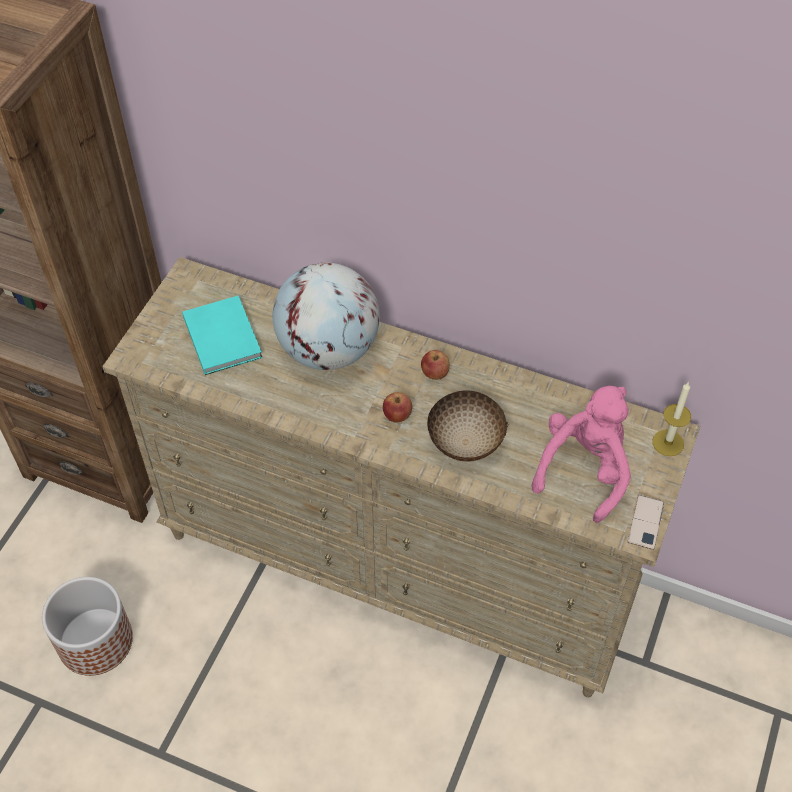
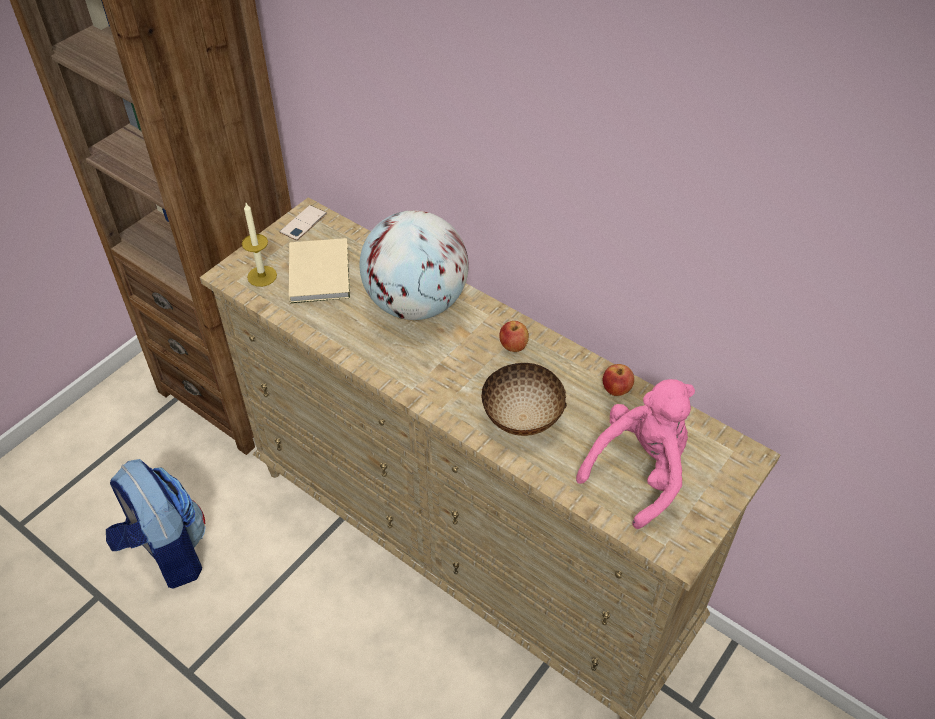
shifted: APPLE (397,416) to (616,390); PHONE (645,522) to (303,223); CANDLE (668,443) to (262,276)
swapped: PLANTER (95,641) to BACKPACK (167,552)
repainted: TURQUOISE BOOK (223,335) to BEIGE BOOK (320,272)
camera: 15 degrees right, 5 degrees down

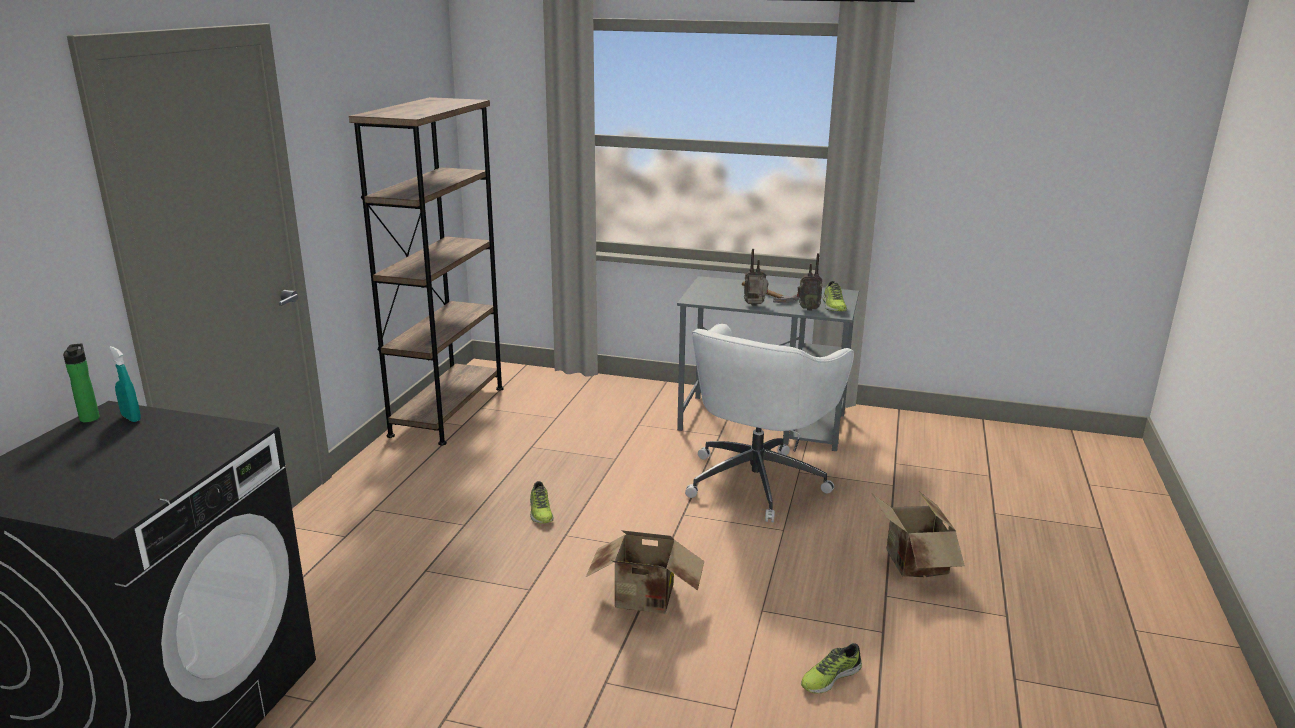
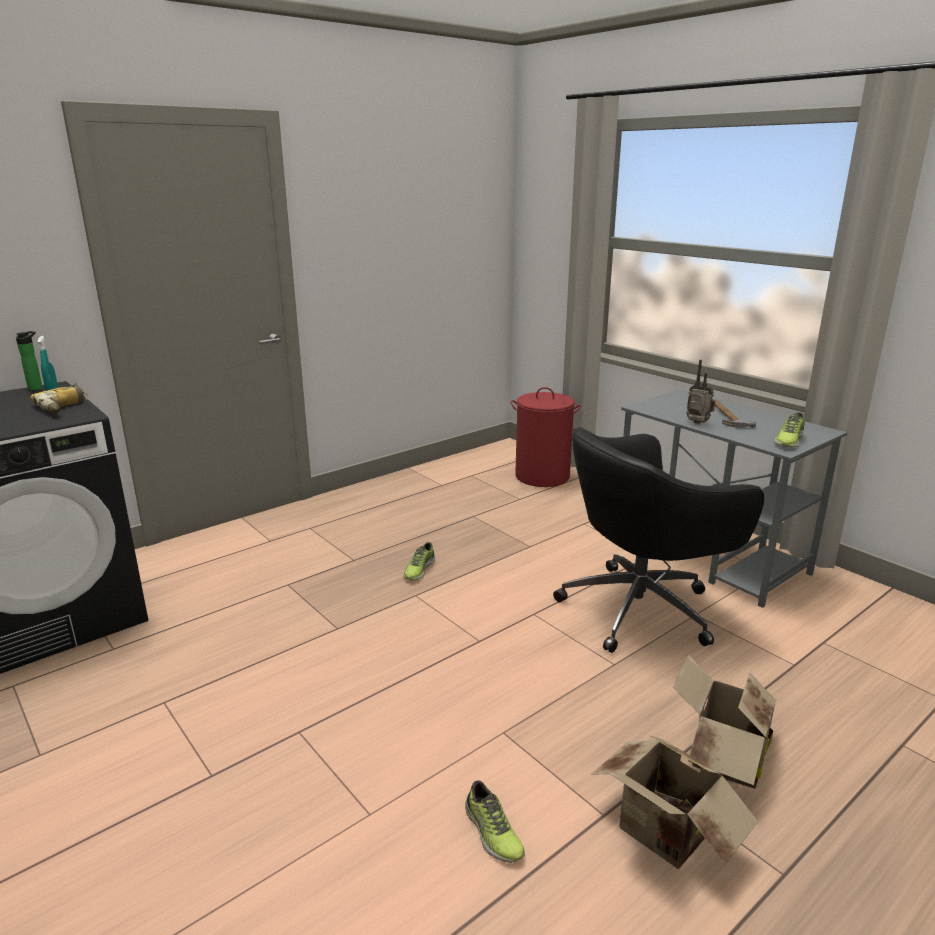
gone: BROWN BOOKCASE (448,411); RADIO (808,309)
new: POWER DRILL (64,406); RED LAUNDRY BASKET (542,476)
shifted: CARDBOARD BOX (645,601) to (664,836)
repainted: WHITE OFFICE CHAIR (757,480) to BLACK OFFICE CHAIR (641,608)
rotated: SHOE (829,677) = (492,832) 120 degrees counterclockwise
camera: 35 degrees right, 0 degrees up

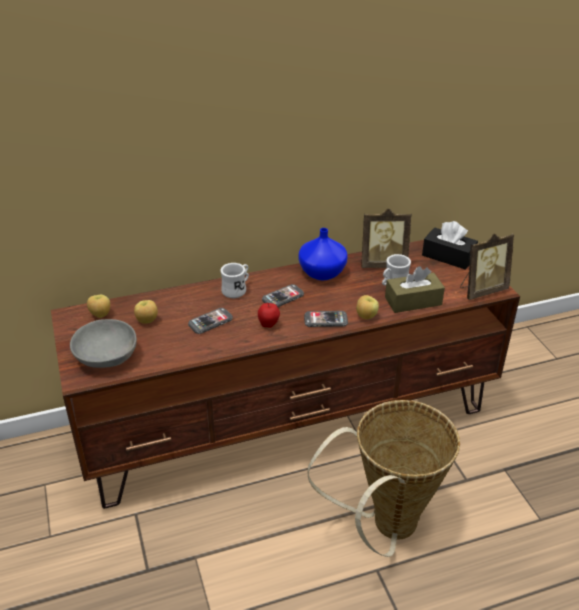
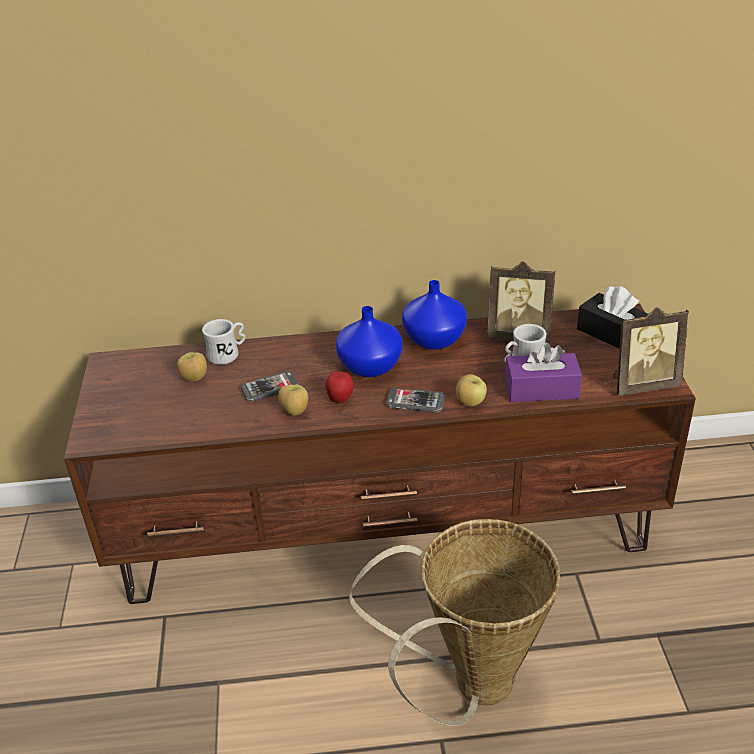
gone: GREY BOWL (106,358)
shifted: APPLE (100,315) to (294,412); WHITE MUG (237,289) to (228,354)
swapped: PHONE (283,297) to BLUE VASE (371,366)
repainted: BROWN TISSUE BOX (413,301) to PURPLE TISSUE BOX (541,389)
camera: 15 degrees right, 0 degrees up

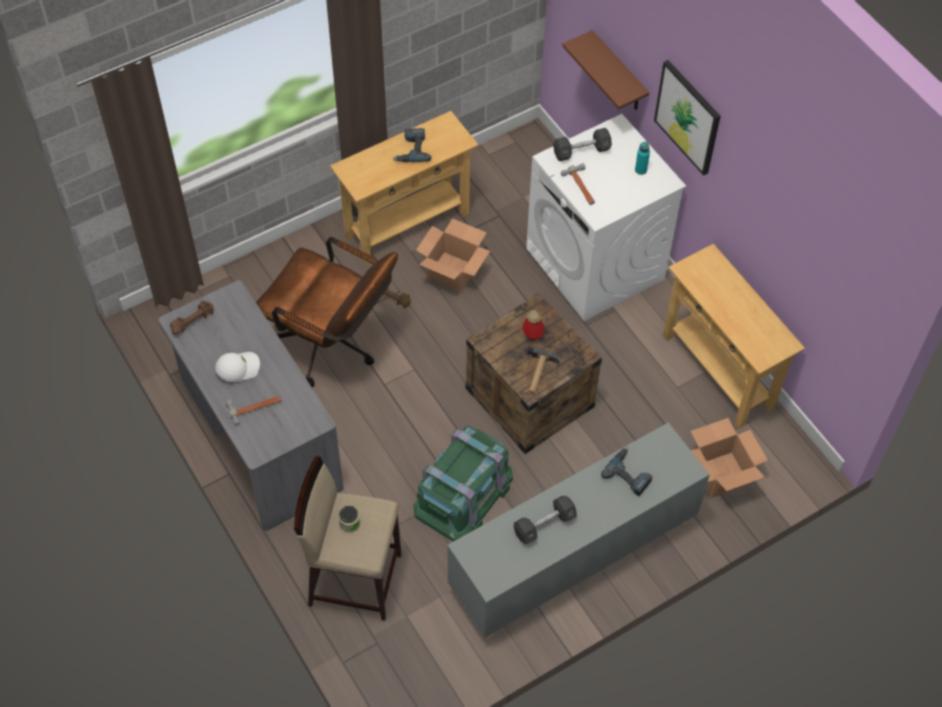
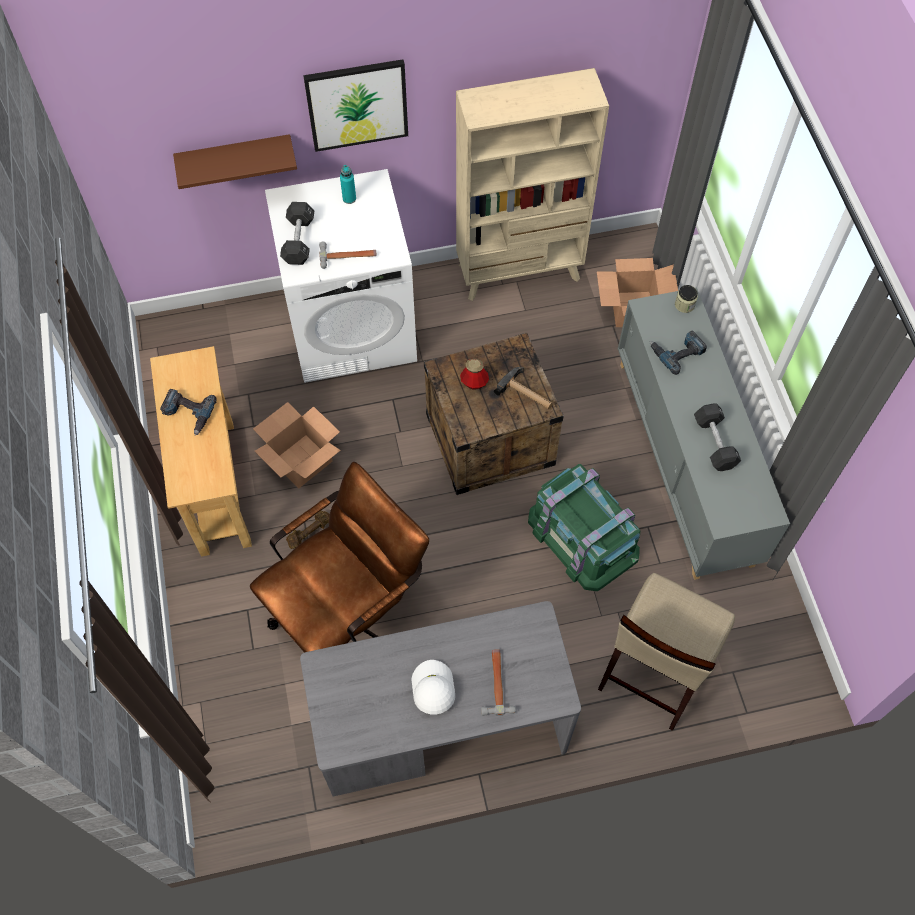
gone: BROWN DUMBBELL (192,321)
shifted: JAR (349,523) to (684,305)
swapped: BEIGE CONSOLE TABLE (717,371) to BEIGE BOOKCASE (520,272)
camera: 70 degrees left, 5 degrees up

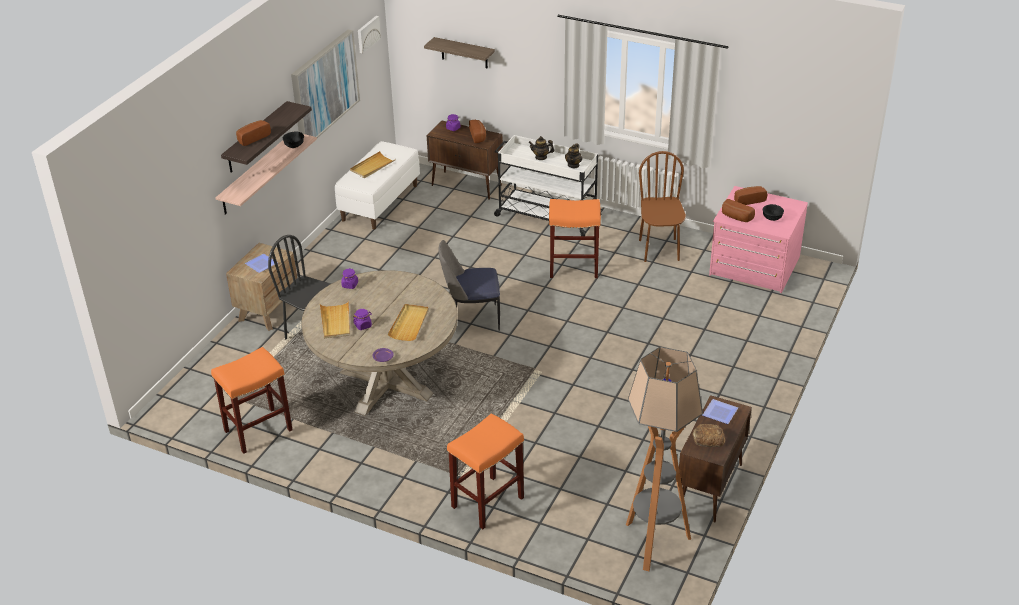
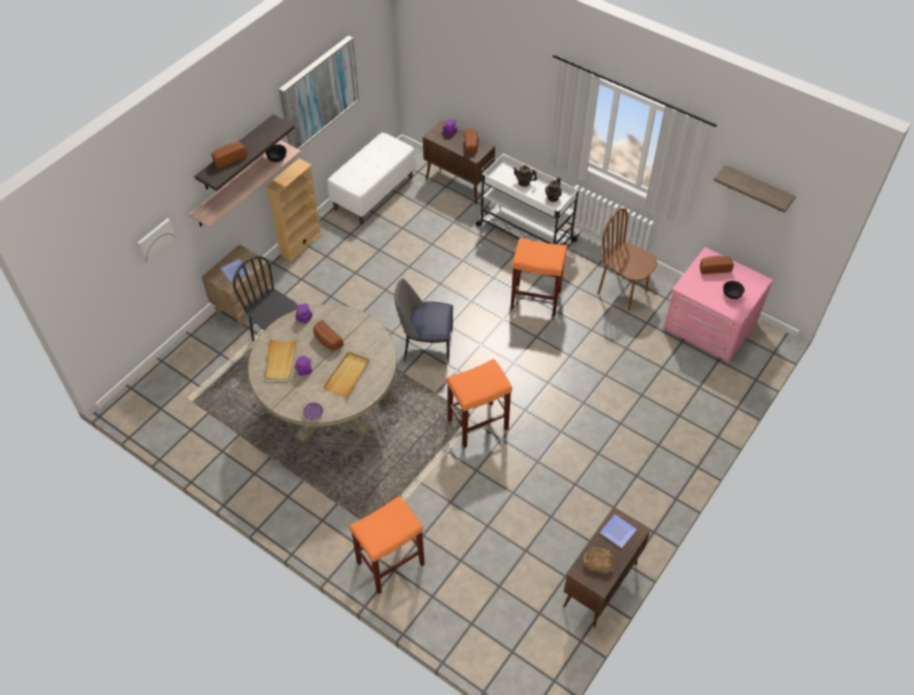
gone: BEIGE TRAY (372,166); FLOOR LAMP (654,543)
new: BEIGE BOOKCASE (300,244)
shifted: ORANGE STOOL (257,431) to (477,425); PICTURE (367,34) to (155,239); SHELF (464,53) to (756,189); BREAD (736,217) to (327,341)
rotated: BROWN CHAIR (659,250) = (622,291) 60 degrees counterclockwise
camera: 10 degrees right, 15 degrees up

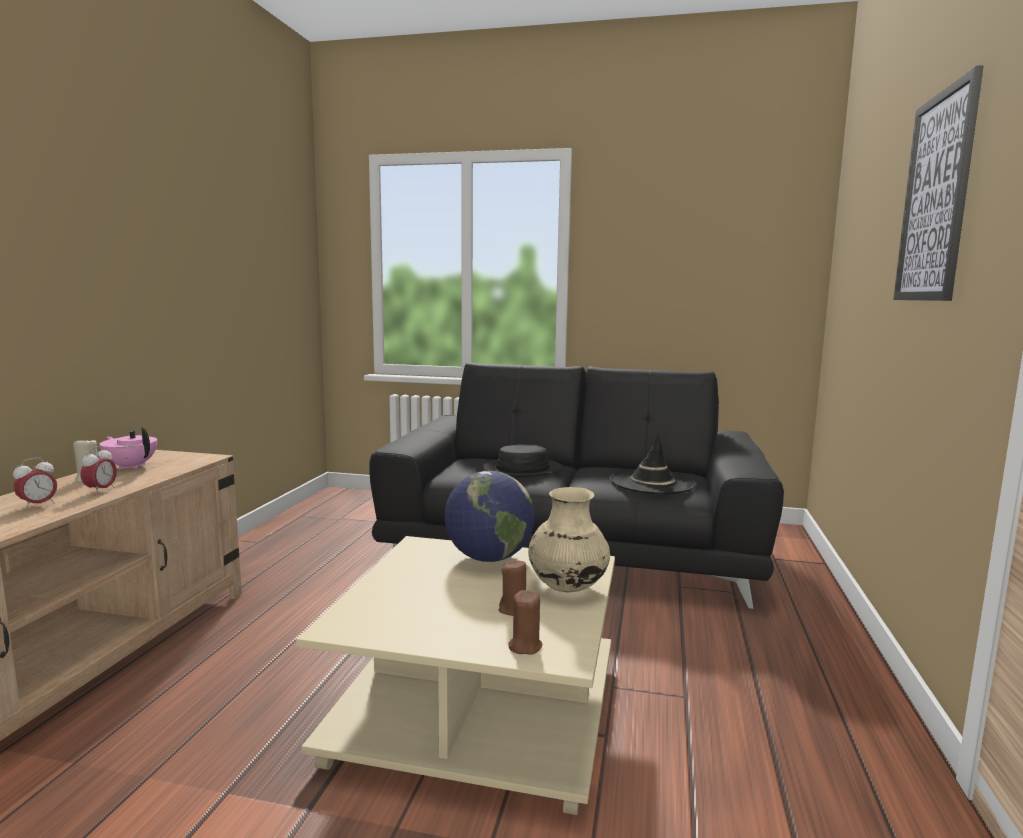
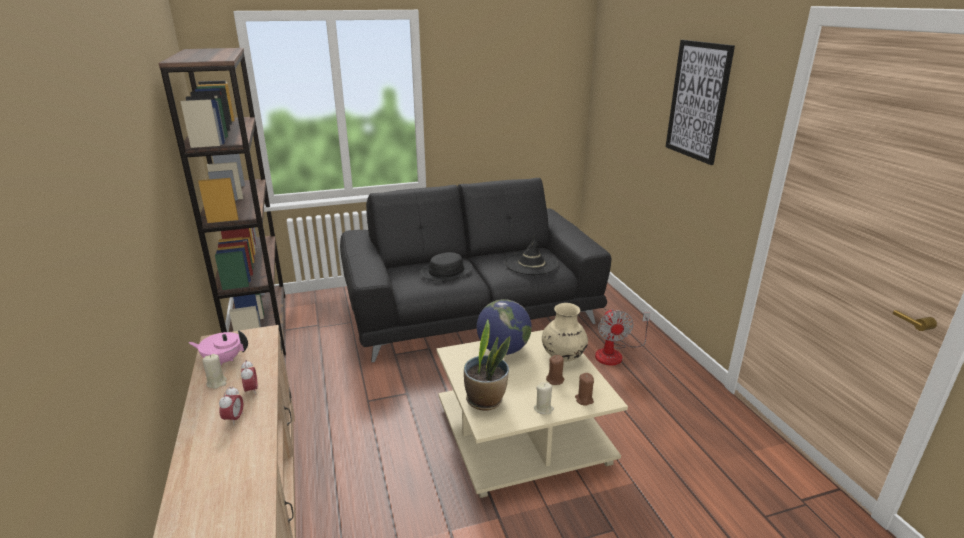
new: BROWN BOOKCASE (259,326); POTTED PLANT (485,400); BEIGE CANDLE (543,409); FAN (615,353)
camera: 30 degrees left, 15 degrees up

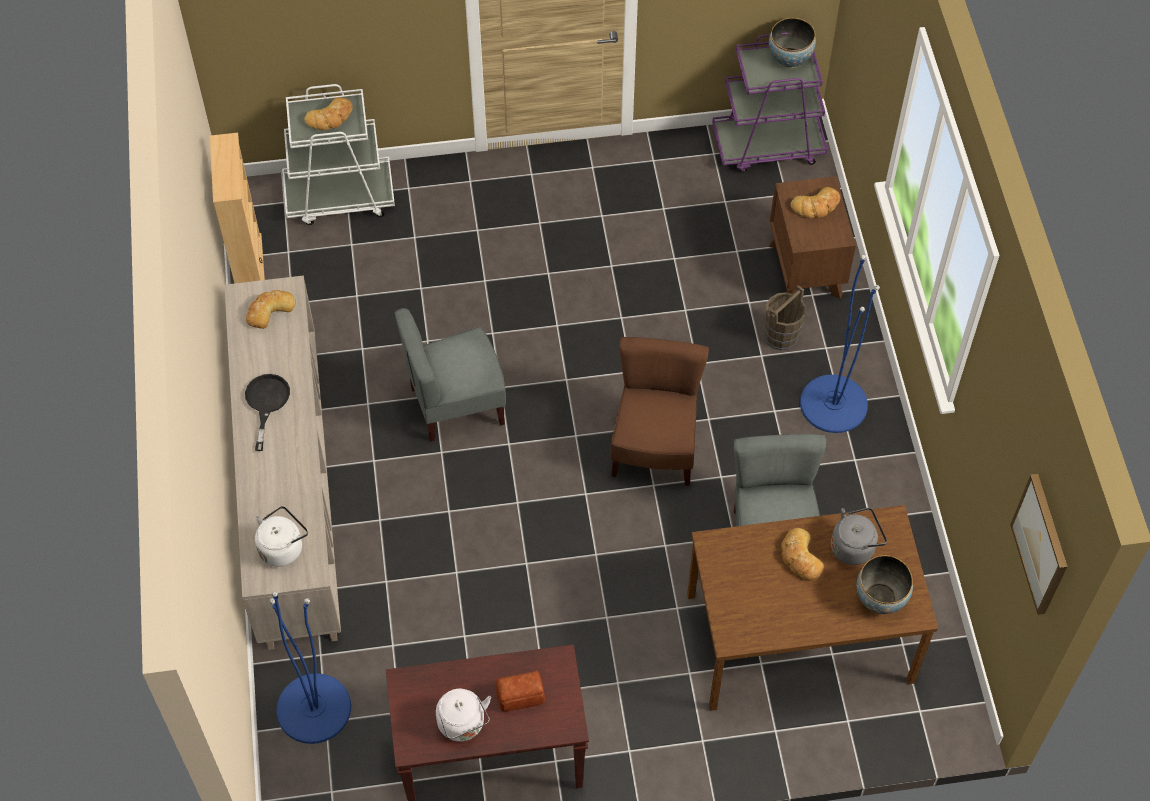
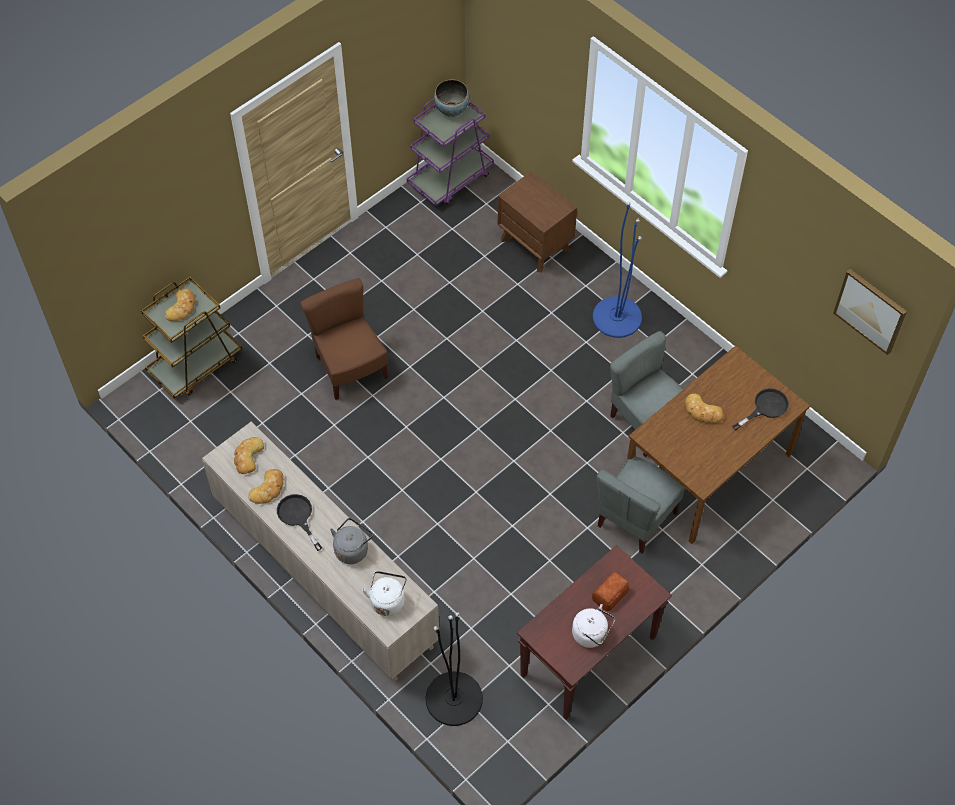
gone: BEIGE BOOKCASE (249,267); BROWN BUCKET (781,336)
shifted: GREY CHAIR (456,405) to (635,519); BROWN CHAIR (654,448) to (350,368); BREAD (816,206) to (268,489); GREY KETTLE (855,547) to (352,549)
swapped: BOWL (880,598) to BLACK FRYING PAN (765,408)
repainted: BLUE FLOOR LAMP (313,708) to BLACK FLOOR LAMP (454,698); WHITE CART (340,197) to BROWN CART (196,364)
camera: 35 degrees left, 0 degrees up

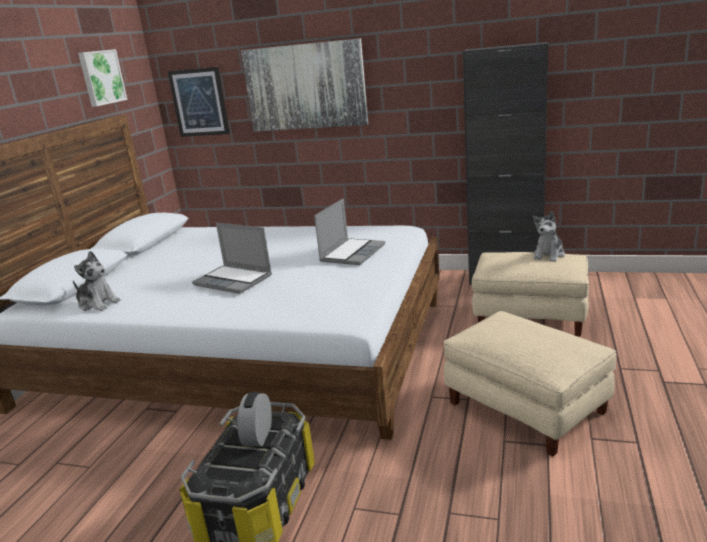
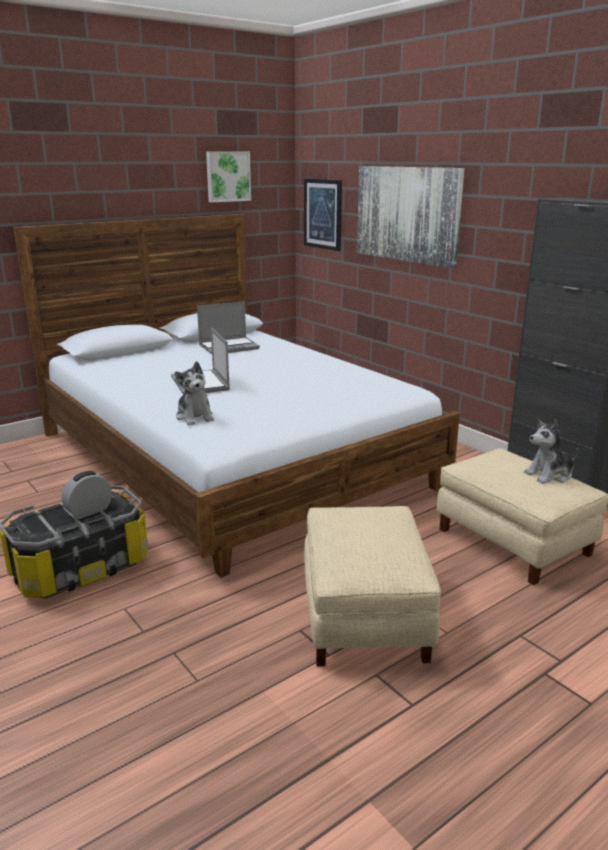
shifted: PLUSH TOY (98,303) to (195,417); LAPTOP (352,253) to (229,347)
camera: 35 degrees right, 0 degrees up

